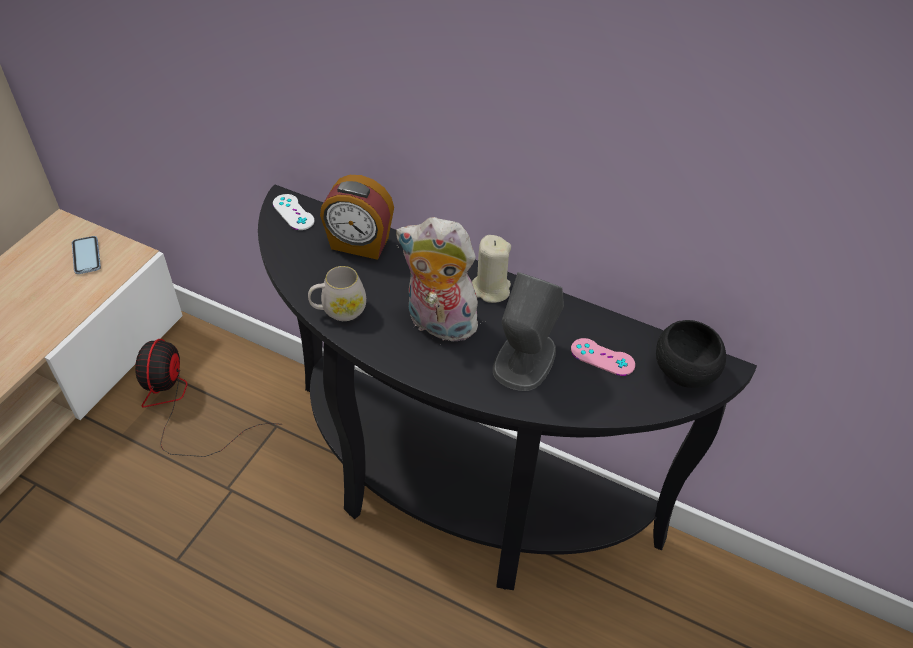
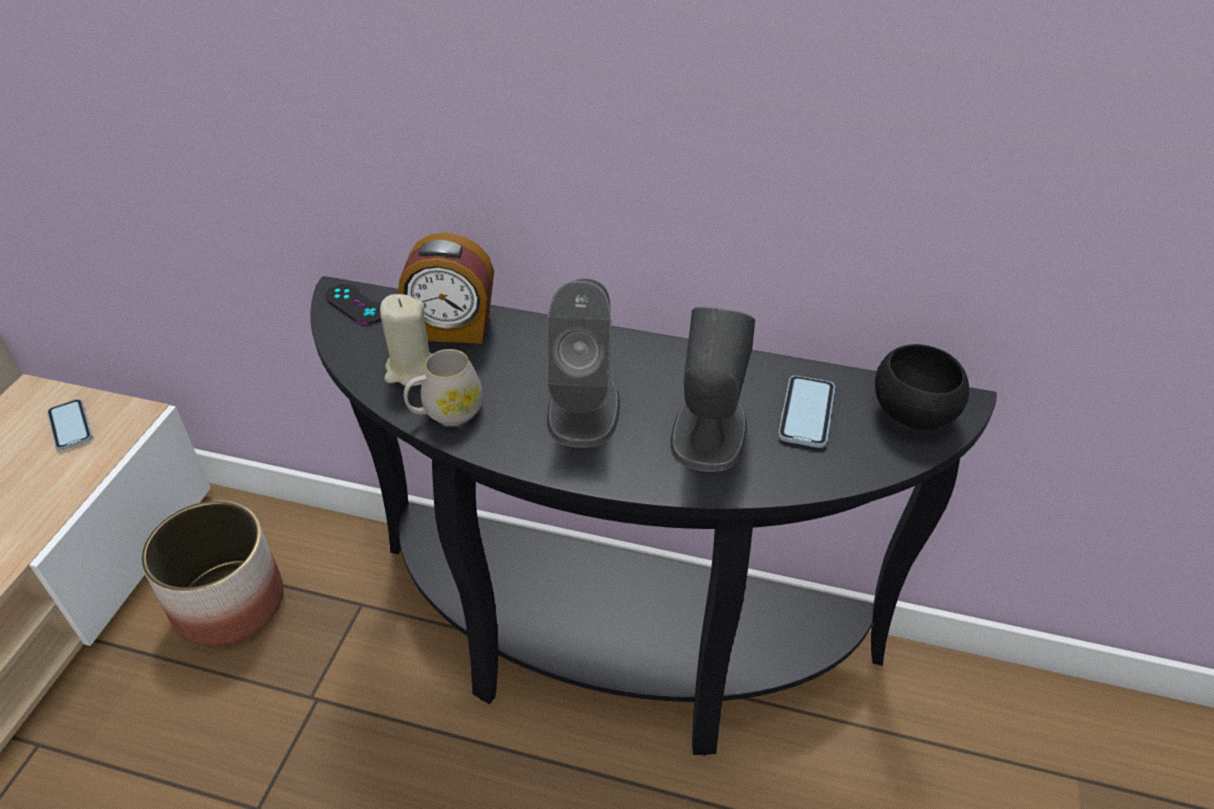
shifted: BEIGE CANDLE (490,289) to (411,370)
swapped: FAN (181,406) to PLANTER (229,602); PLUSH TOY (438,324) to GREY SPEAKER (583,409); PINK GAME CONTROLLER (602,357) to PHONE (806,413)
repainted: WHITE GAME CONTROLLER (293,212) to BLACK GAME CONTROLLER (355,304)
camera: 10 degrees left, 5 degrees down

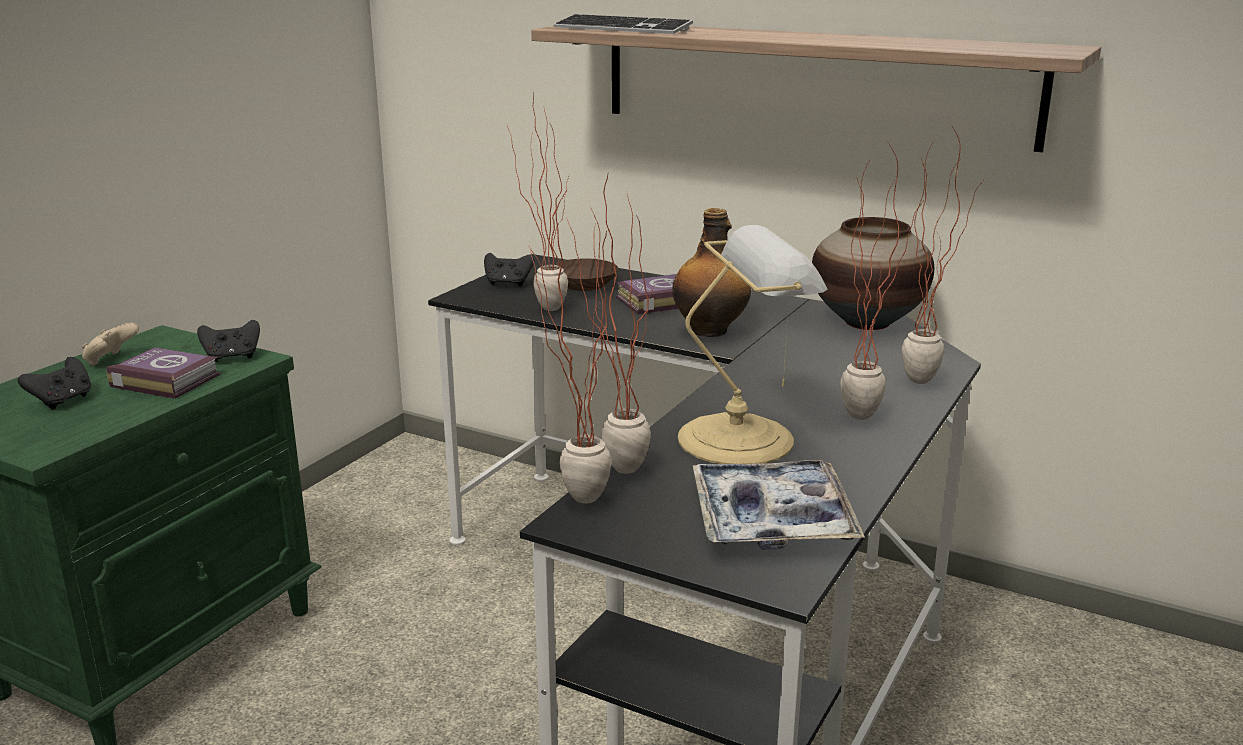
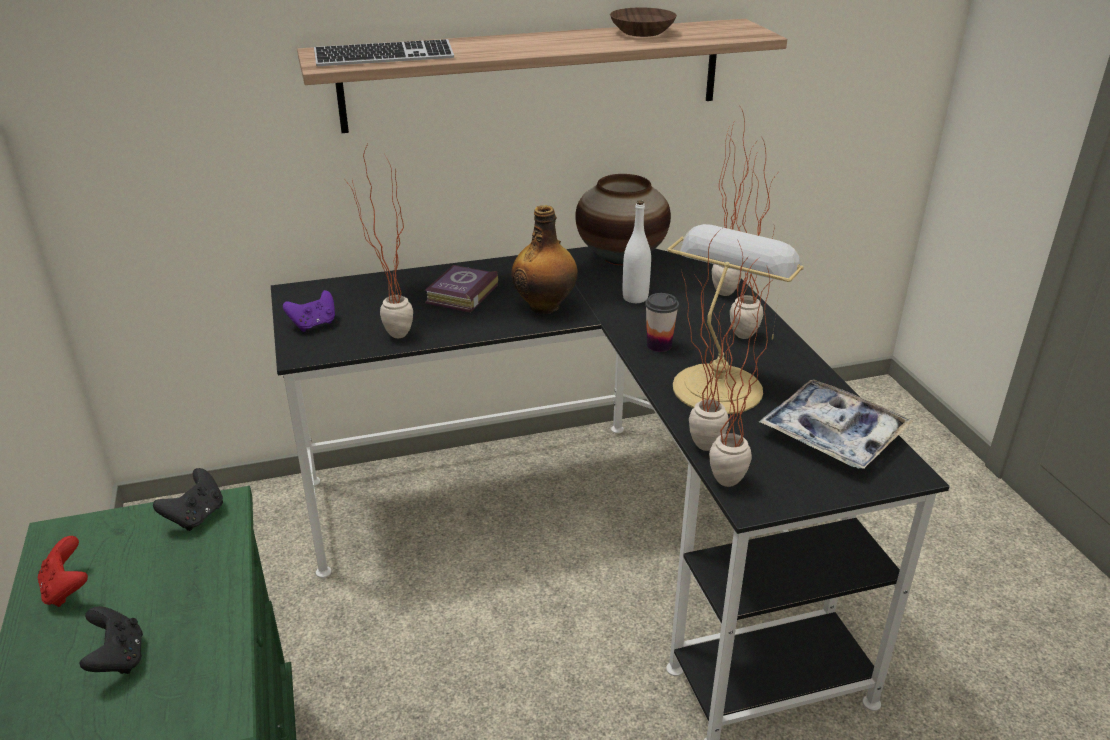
gone: BOOK (165,380)
new: WHITE BOTTLE (635,298); CUP (659,345)
shifted: BROWN BOWL (584,285) to (641,32)
repainted: BEIGE GAME CONTROLLER (111,361) to RED GAME CONTROLLER (67,589); BLACK GAME CONTROLLER (508,283) to PURPLE GAME CONTROLLER (314,324)
camera: 45 degrees left, 10 degrees up

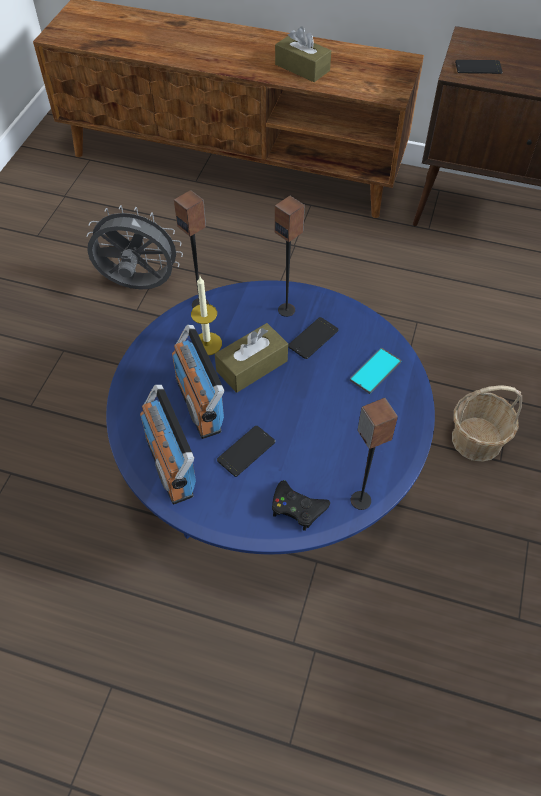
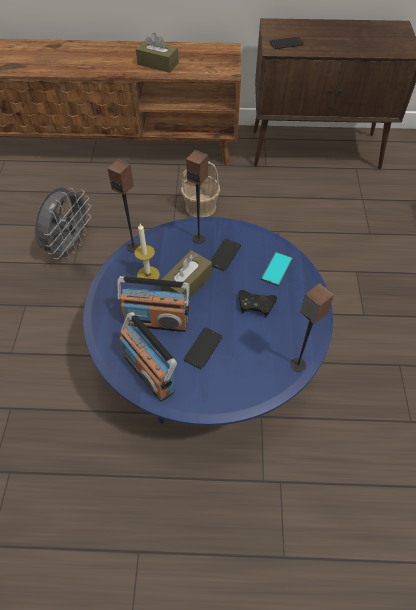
shifted: BLACK GAME CONTROLLER (297,508) to (256,305); BASKET (477,440) to (201,207)
rotated: GREY FAN (138,286) = (70,246) 120 degrees clockwise; RADIO (199,404) = (156,321) 45 degrees counterclockwise
camera: 15 degrees left, 0 degrees up

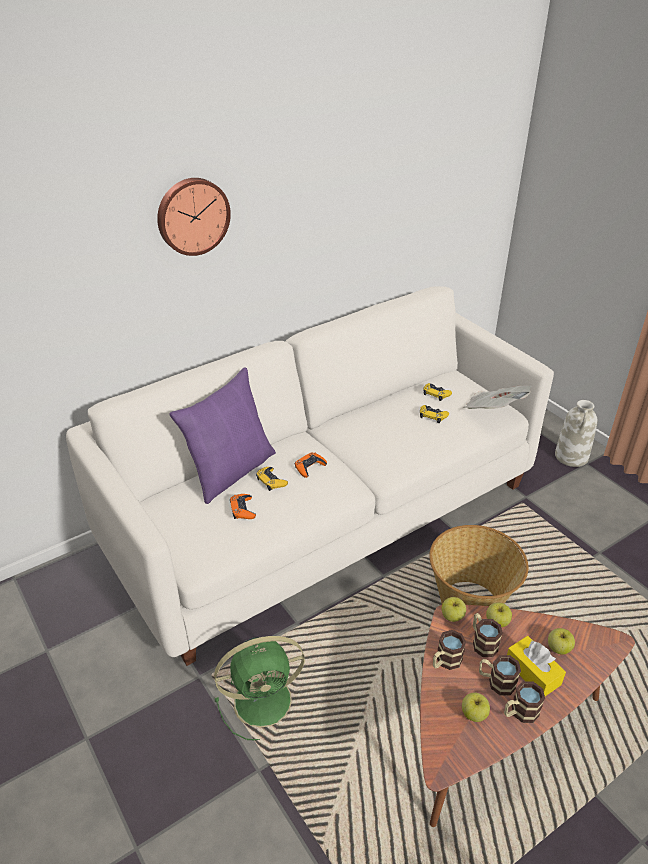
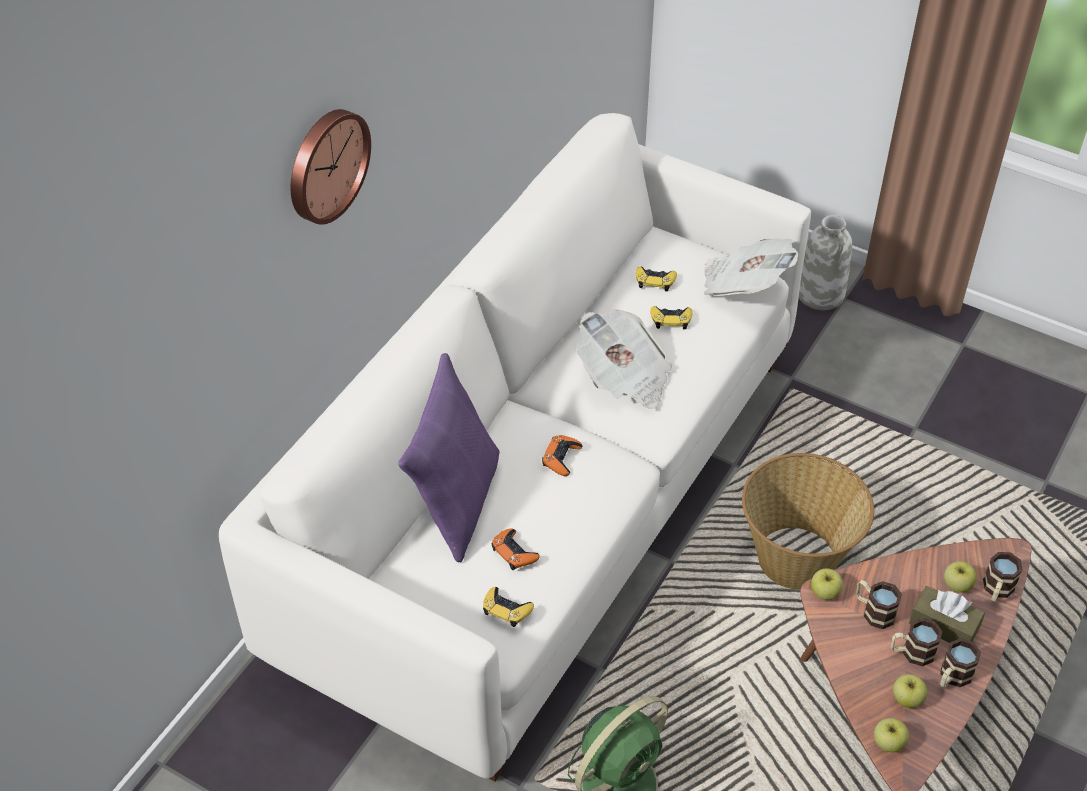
new: NEWSPAPER (624,377)
shifted: YELLOW GAME CONTROLLER (271,481) to (506,609); MUG (445,662) to (996,590); APPLE (497,622) to (888,743)
repainted: YELLOW TISSUE BOX (532,672) to BROWN TISSUE BOX (944,625)
camera: 25 degrees left, 10 degrees up

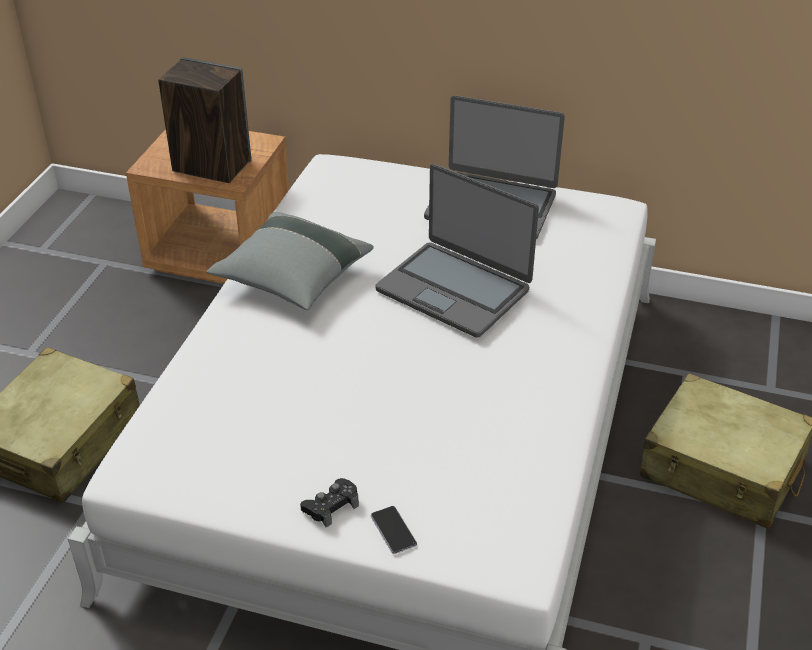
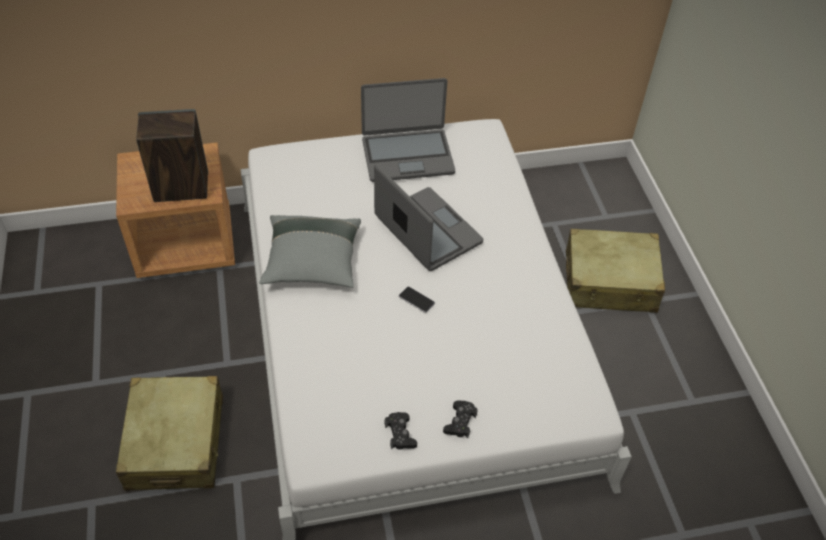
new: BLACK GAME CONTROLLER (400,434)
shifted: PHONE (393,530) to (416,300)
rotated: LAPTOP (454,289) = (427,231) 135 degrees counterclockwise
camera: 30 degrees left, 10 degrees up

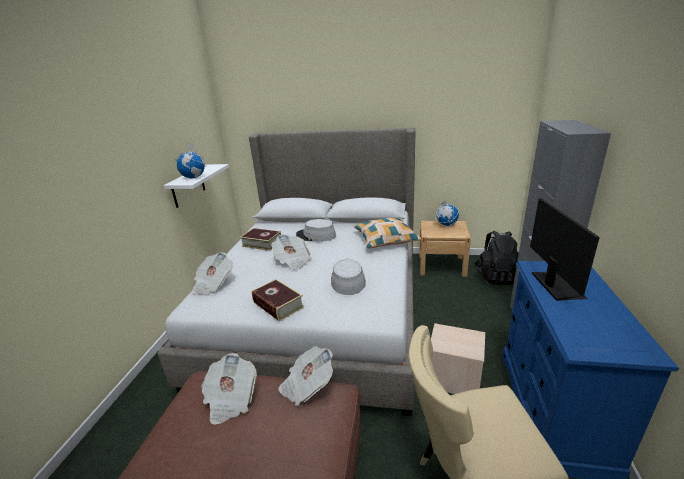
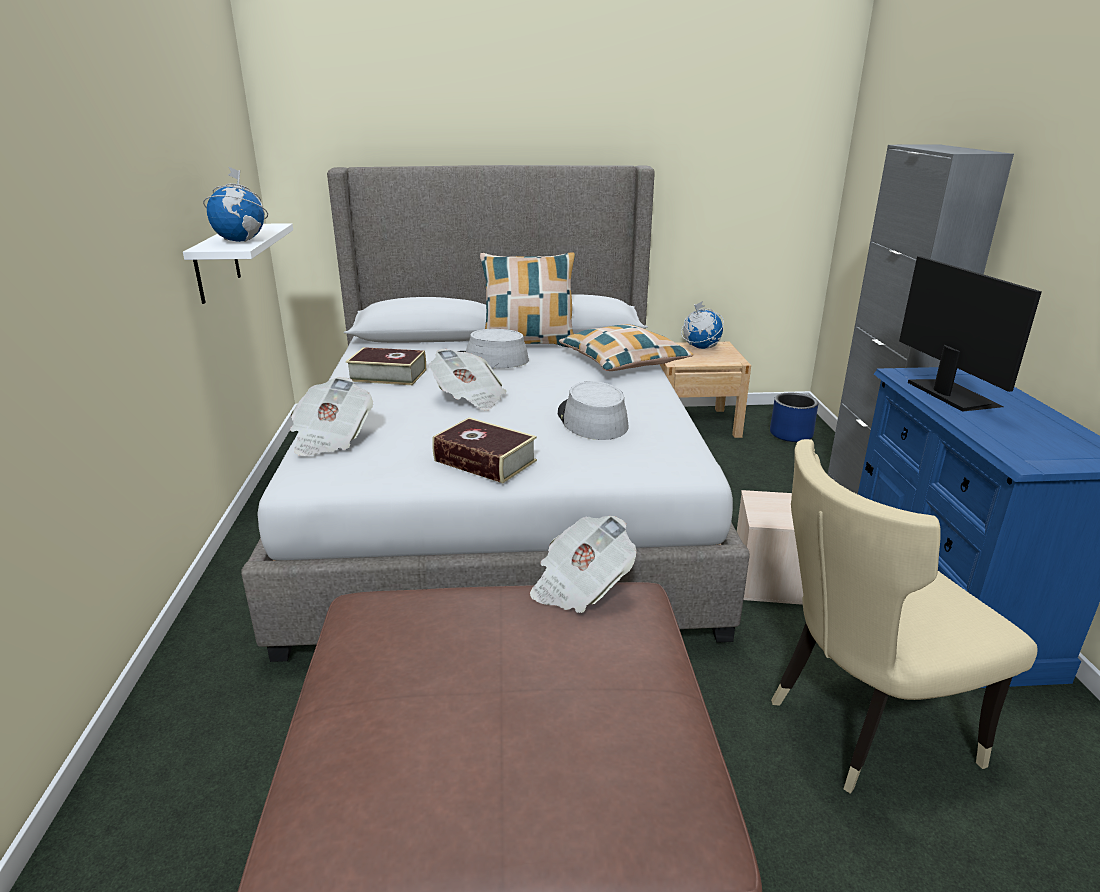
gone: NEWSPAPER (230,399)
new: PILLOW (528,344)
swapped: BLACK BACKPACK (497,276) to BLUE PLANTER (791,434)
camera: 15 degrees left, 0 degrees up

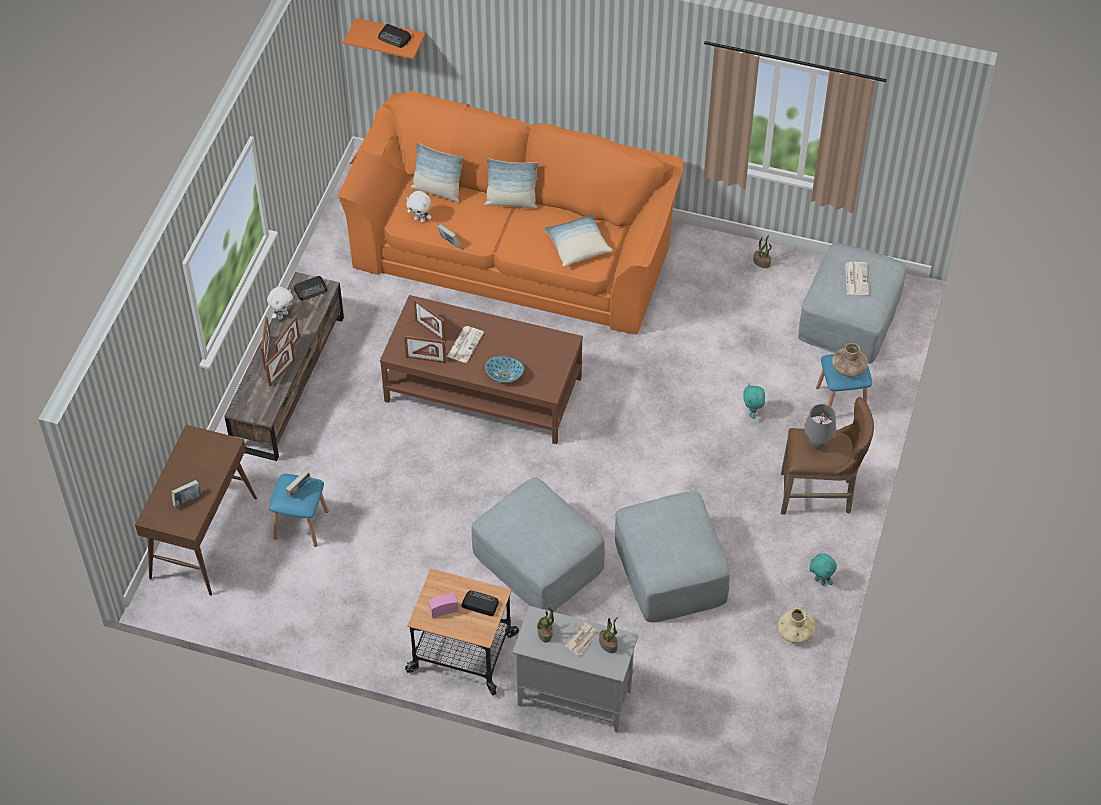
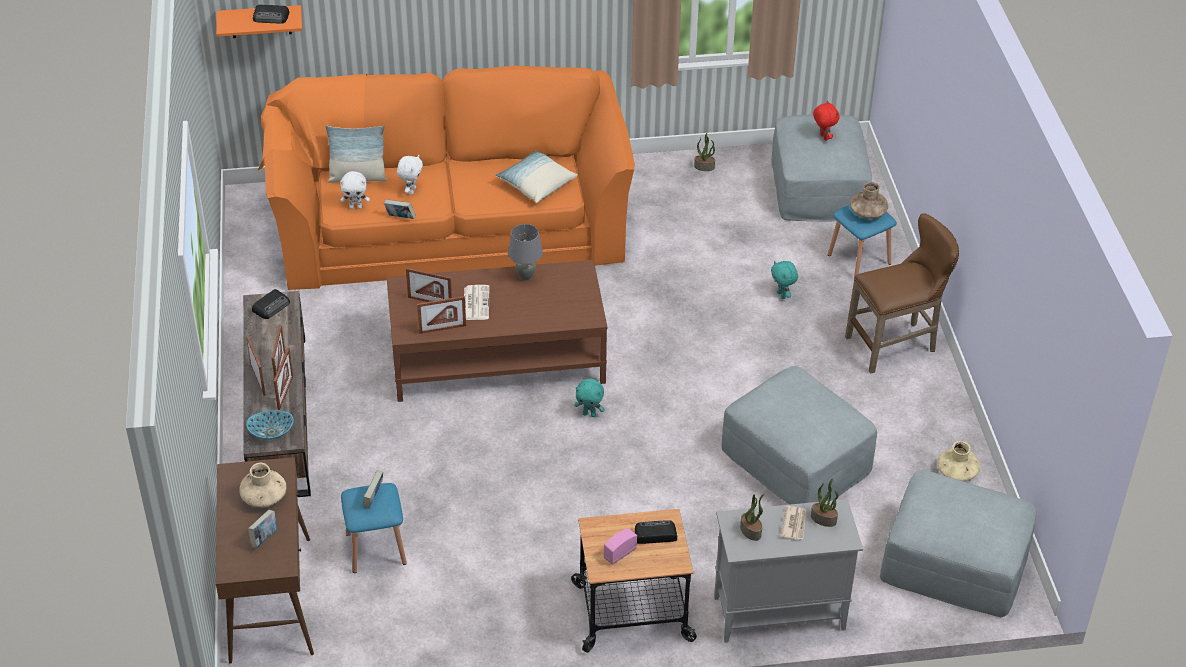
gone: PILLOW (511,202)
new: BEIGE VASE (264,497)
shifted: WHITE PLUSH TOY (282,315) to (411,191); GREY OTTOMAN (538,559) to (955,563); BOWL (504,375) to (271,433); GREY TABLE LAMP (817,446) to (526,277); TURQUOISE PLUSH TOY (820,581) to (589,414)
swapped: NEWSPAPER (856,278) to RED PLUSH TOY (823,137)
camera: 25 degrees left, 10 degrees down

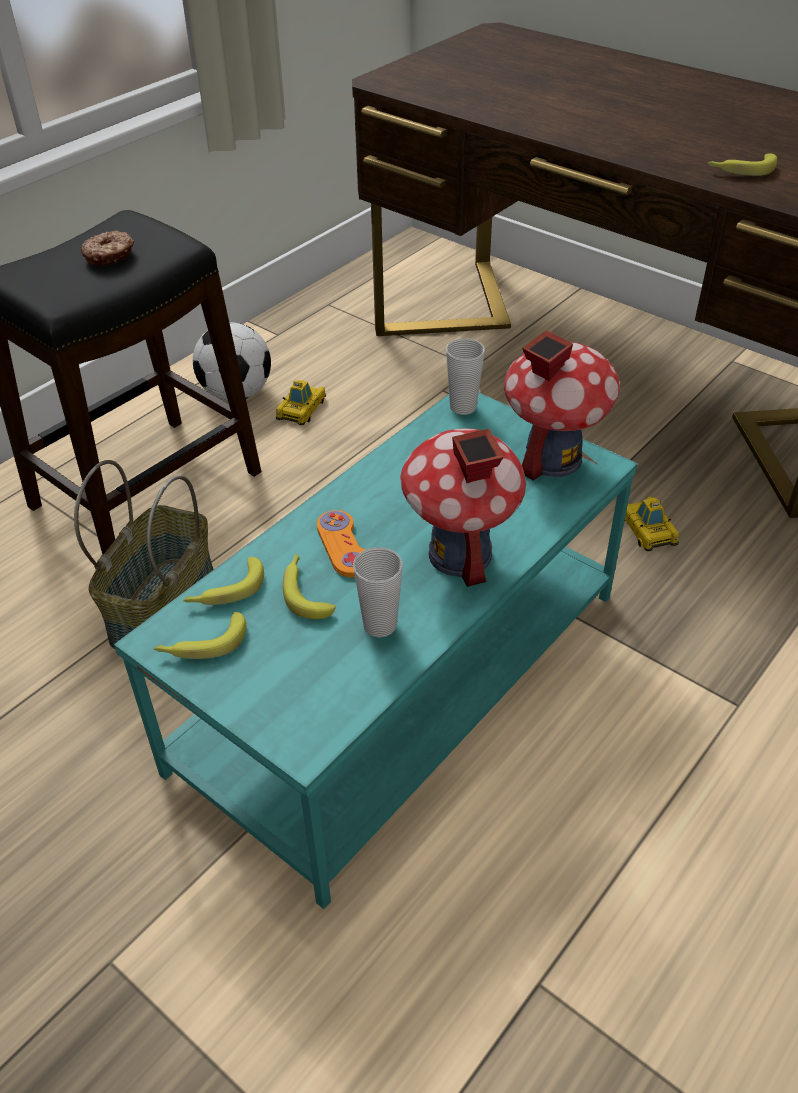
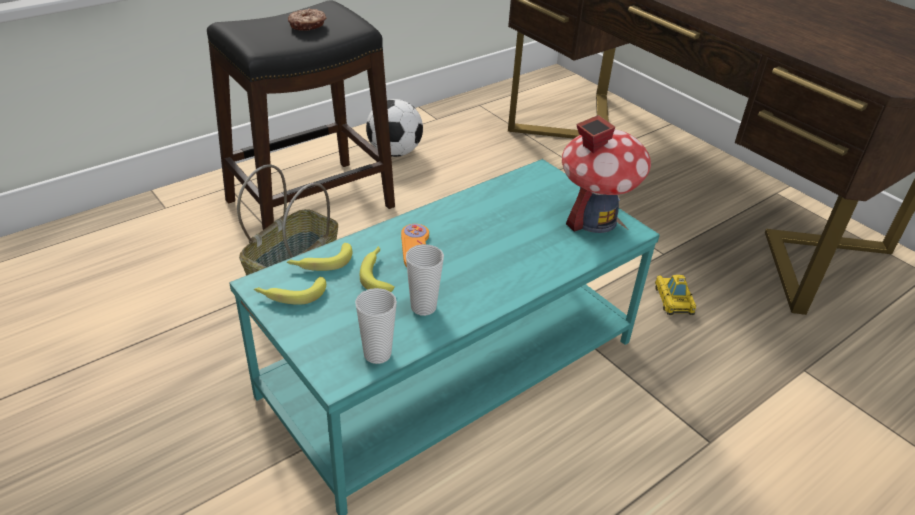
gone: TOY CAR (301,409); TOY HOUSE (459,554); BANANA (741,170)
shifted: CUP (463,407) to (377,354)
camera: 10 degrees right, 5 degrees down

